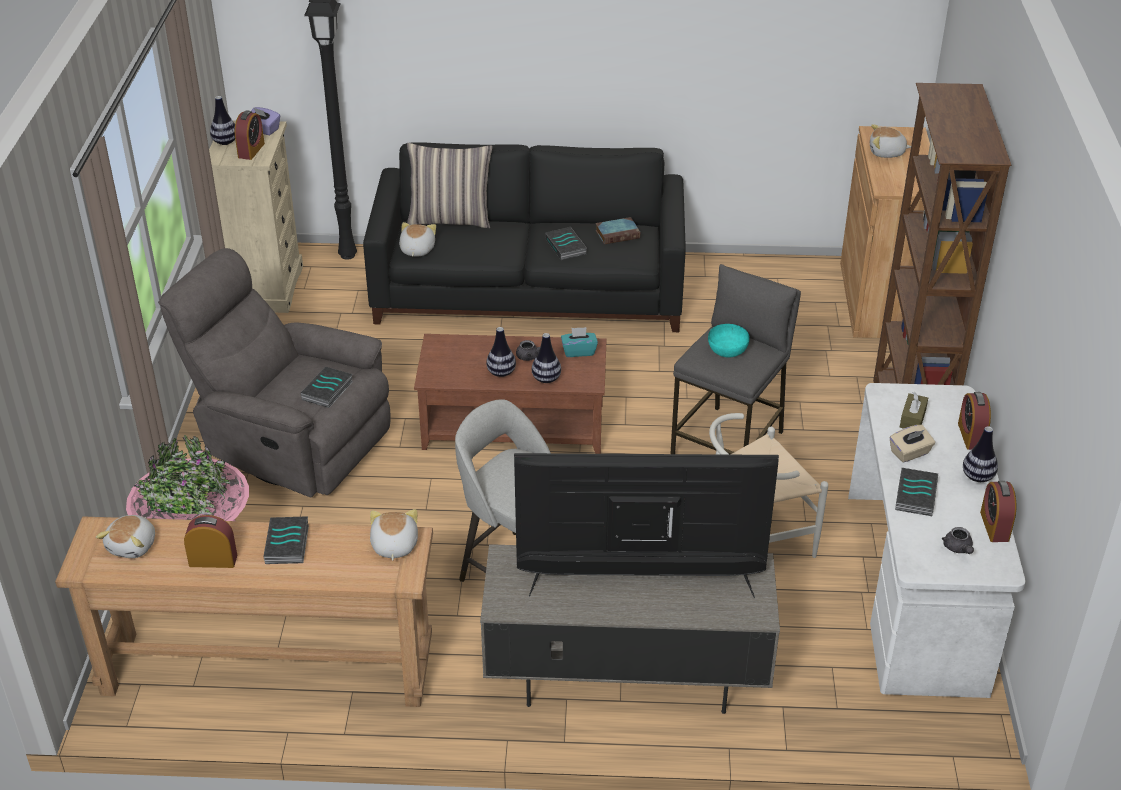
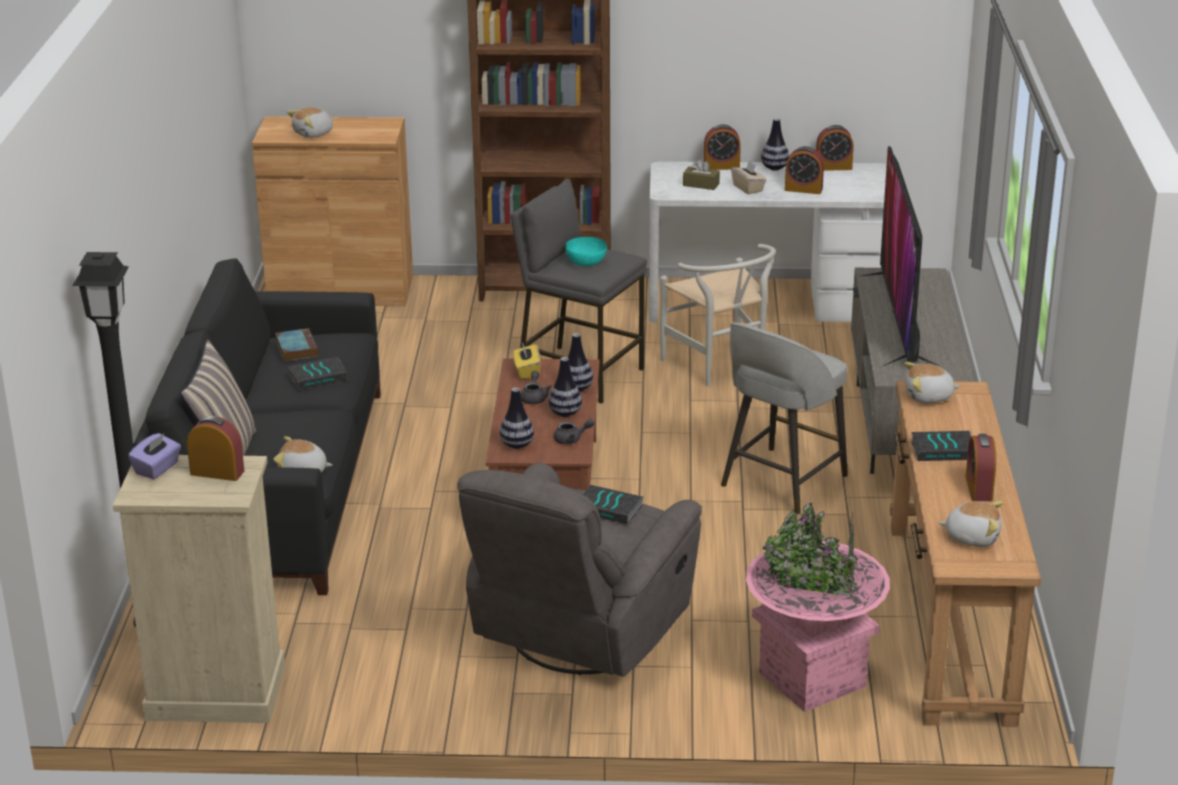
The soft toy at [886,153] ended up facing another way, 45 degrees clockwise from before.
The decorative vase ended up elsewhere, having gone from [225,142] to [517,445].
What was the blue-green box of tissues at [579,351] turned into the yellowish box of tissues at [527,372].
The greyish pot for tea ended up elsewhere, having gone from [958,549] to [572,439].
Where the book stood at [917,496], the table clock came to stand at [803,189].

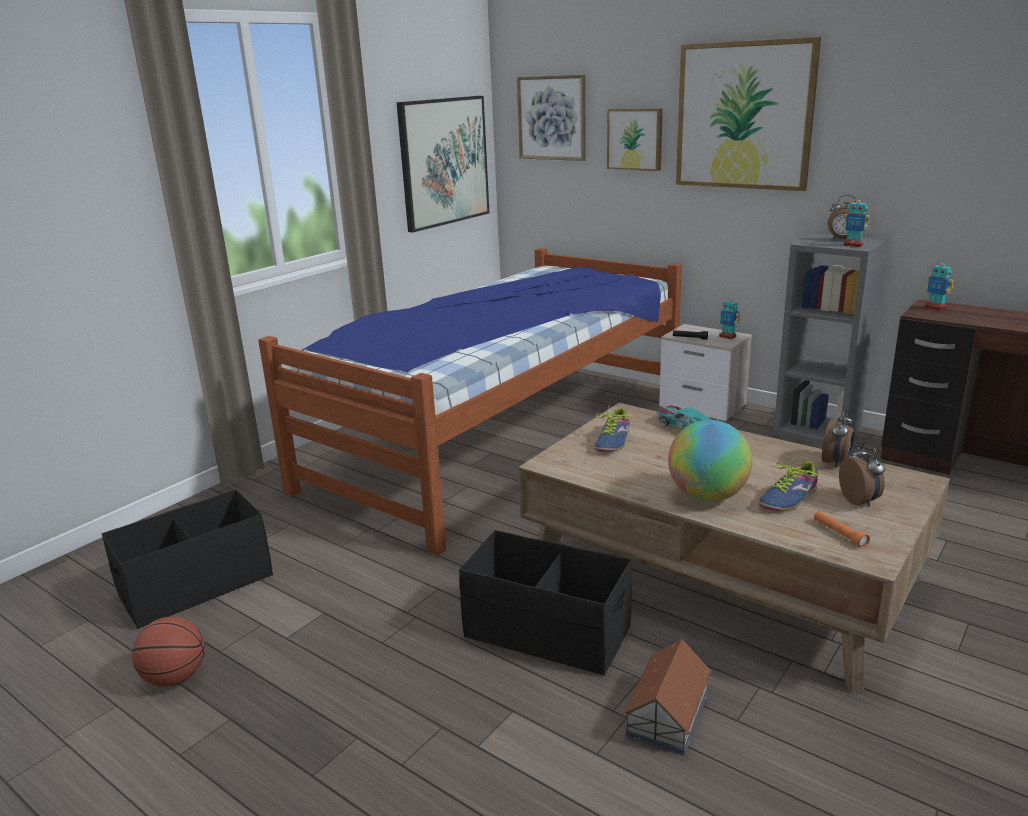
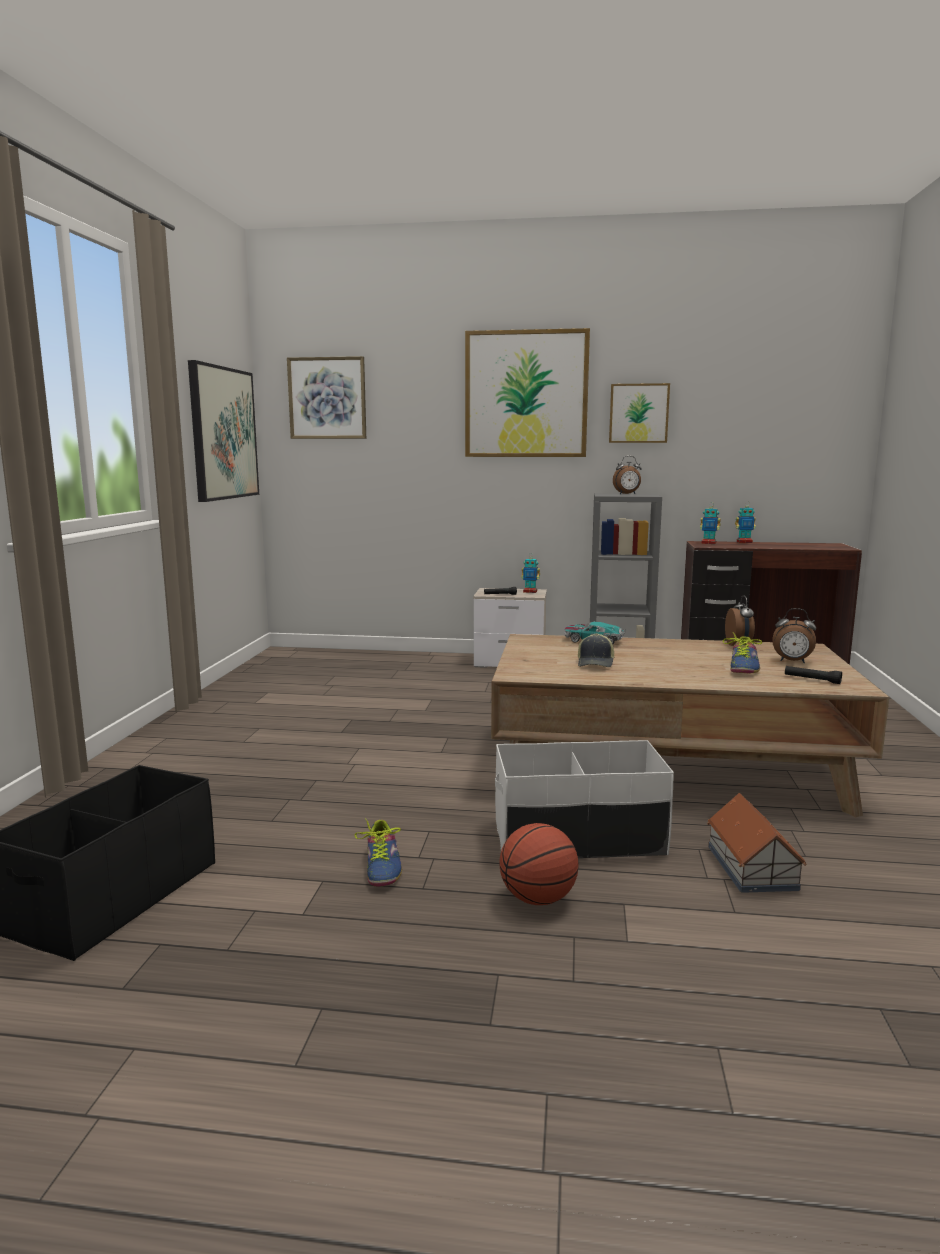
The item of footwear ended up elsewhere, having gone from [613,441] to [383,866].
What was the black storage container at [547,632] turned into the whitish storage container at [578,838].
The basketball ball ended up elsewhere, having gone from [175,678] to [538,899].
The second view gained the peaked cap at [596,663].
The picture ended up elsewhere, having gone from [635,139] to [638,413].
The model robot ended up elsewhere, having gone from [853,245] to [744,542].
The table clock at [860,501] ended up facing another way, 150 degrees clockwise from before.
What was the orangey hand torch at [839,534] turned into the black hand torch at [812,680].
The second view lost the bedroom bed at [500,436].
The second view lost the desk globe at [707,496].

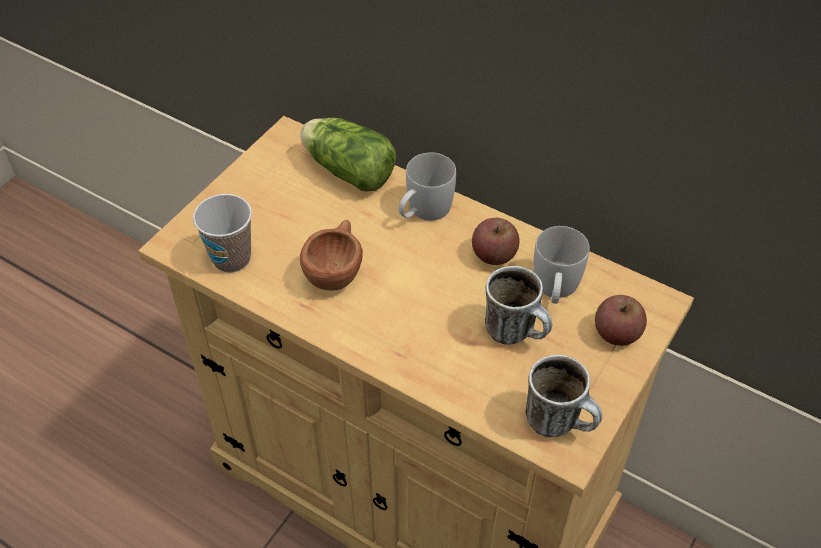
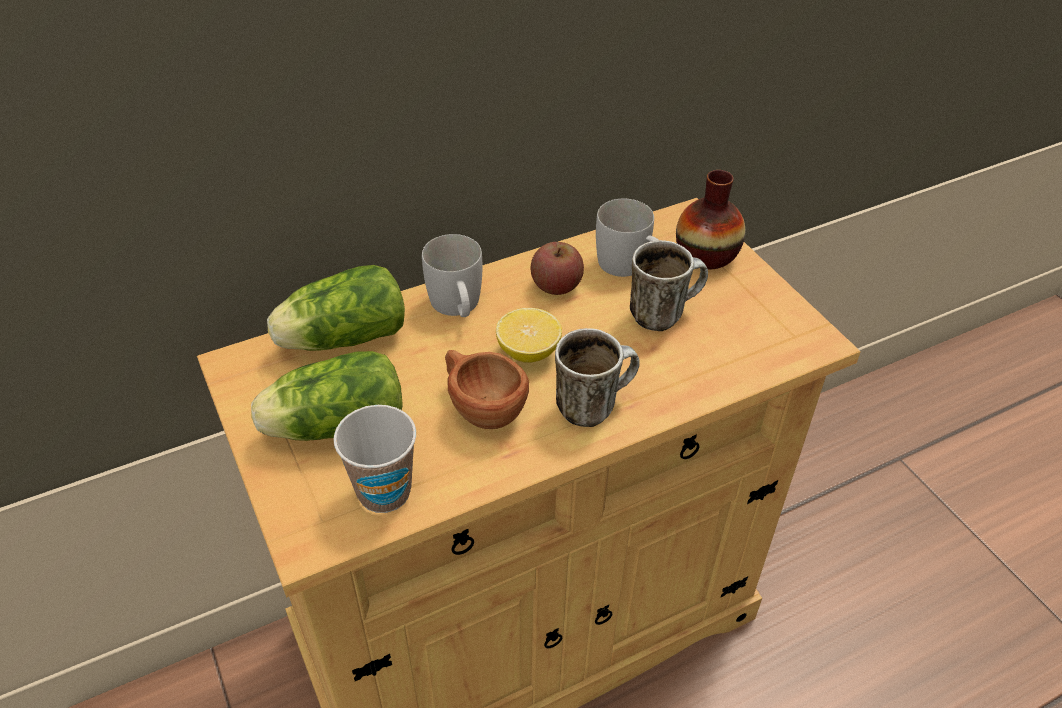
The second view gained the head of lettuce at [332,426].
The second view gained the lemon at [528,352].
The tea mug ended up elsewhere, having gone from [560,423] to [593,404].
Where the whole apple stood at [617,333], the decorative vase came to stand at [706,254].

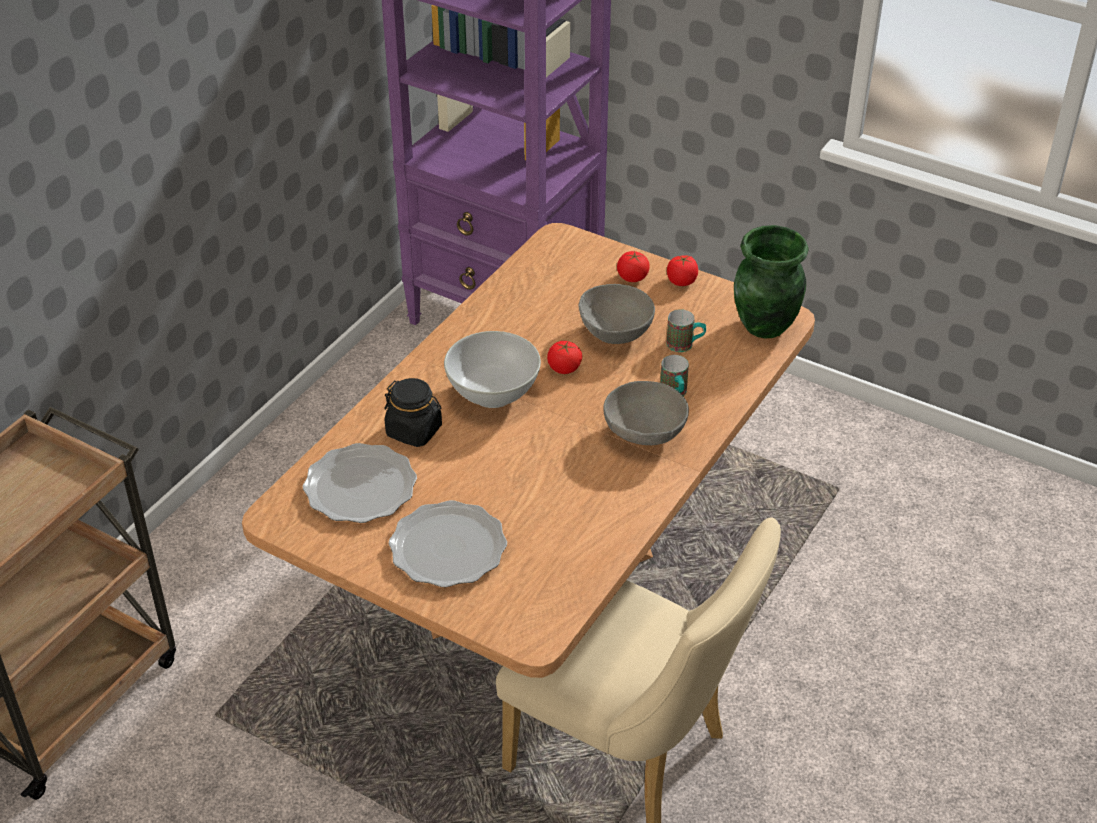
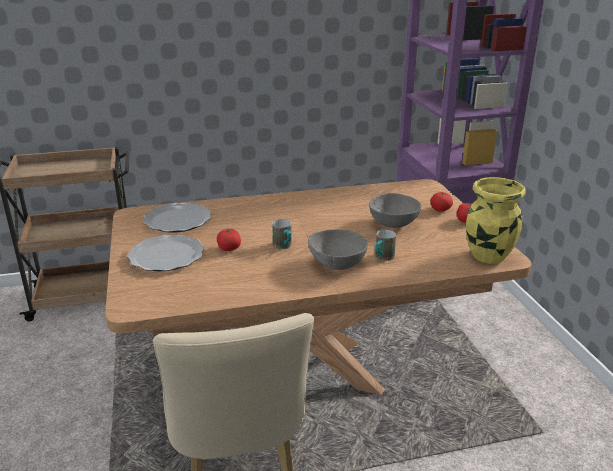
The whole tomato ended up elsewhere, having gone from [564,368] to [229,249].
The tea mug ended up elsewhere, having gone from [685,345] to [284,247].
What was the greenish decorative vase at [765,326] turned into the yellowish decorative vase at [488,256].
The second view lost the black storage jar at [414,431].
The second view lost the whitish bowl at [492,394].

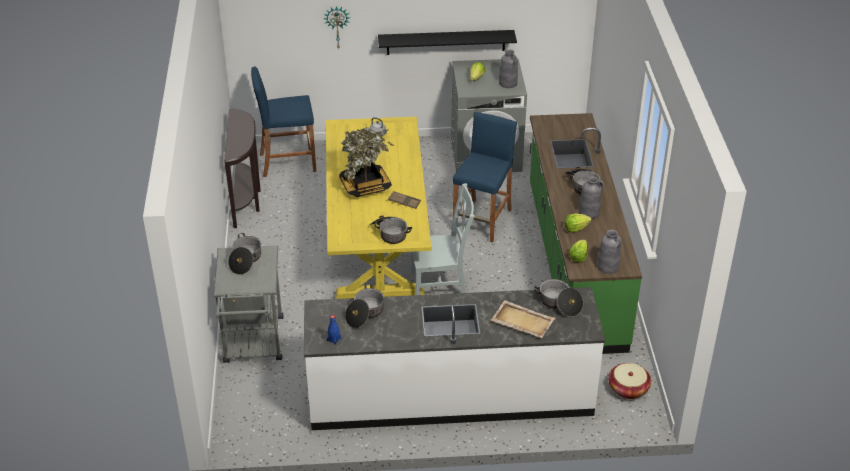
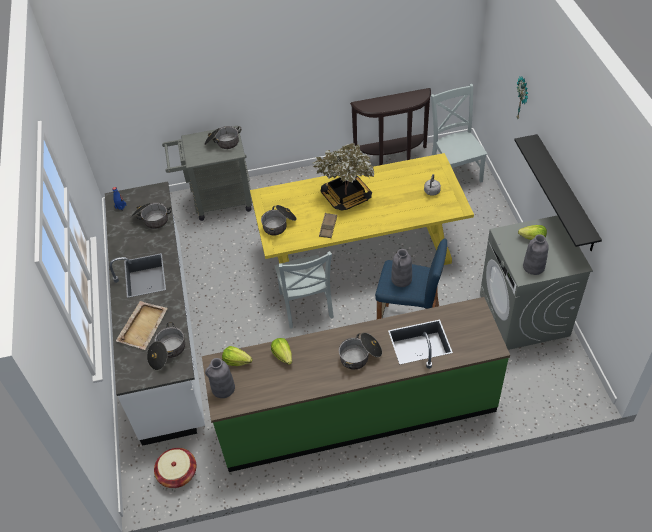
The greyish decorative vase ended up elsewhere, having gone from [589,212] to [401,279].
Where the bluish sitting stool stood at [288,162], the greyish plain chair came to stand at [455,172].

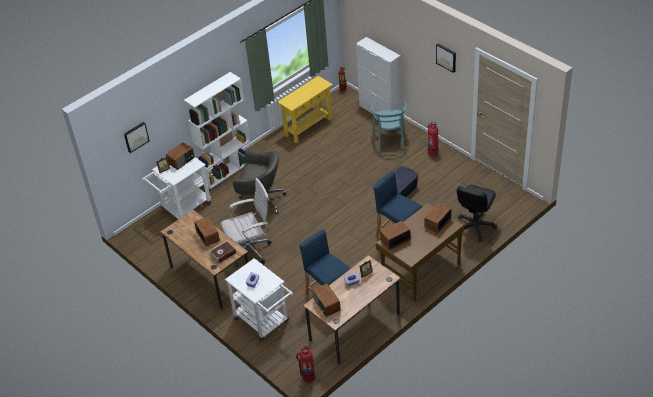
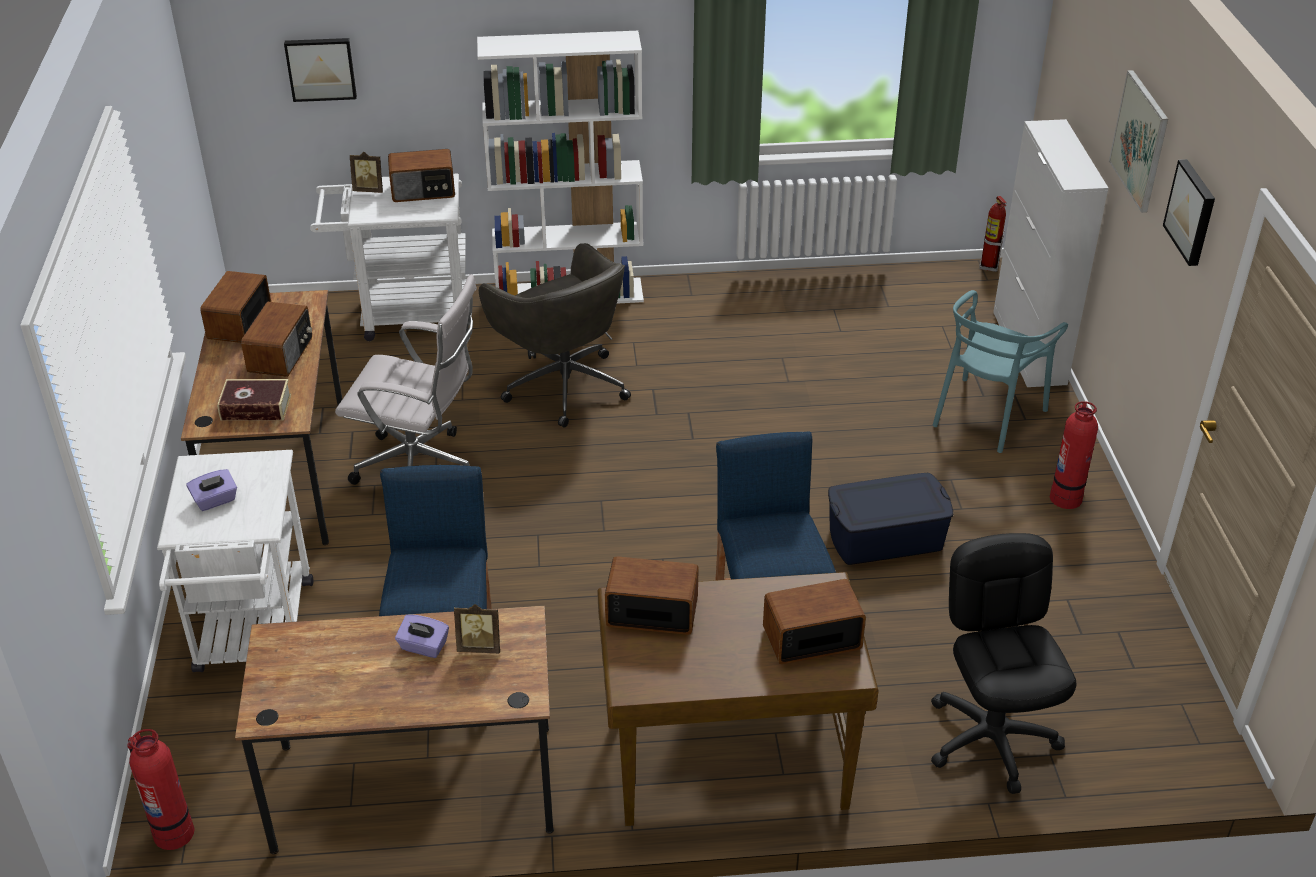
The radio set ended up elsewhere, having gone from [326,305] to [238,322].
The black computer chair at [474,227] ended up facing another way, 105 degrees clockwise from before.
The second view gained the picture at [1140,140].
The second view lost the yellowish narrow table at [308,127].

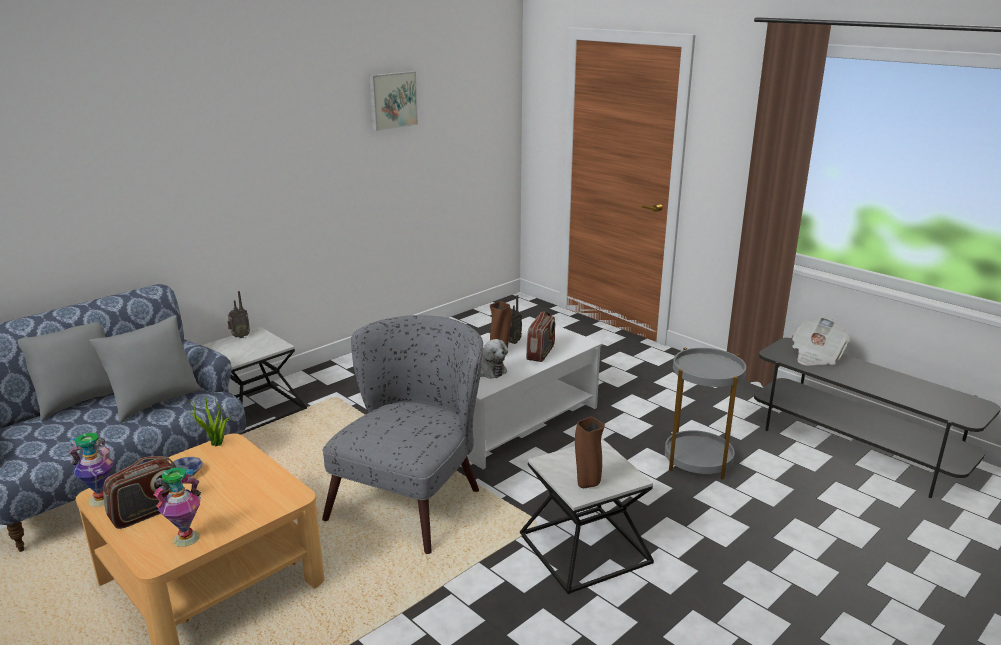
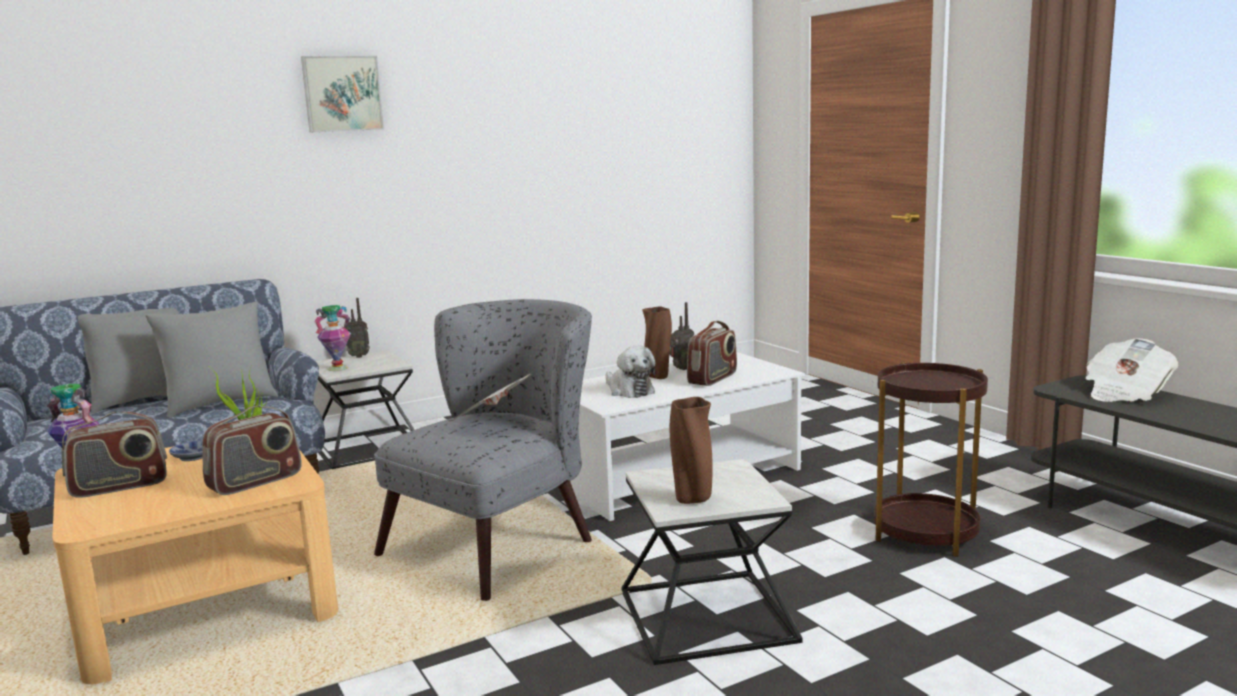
The second view gained the radio set at [255,482].
The picture ended up elsewhere, having gone from [392,100] to [342,94].
The decorative vase ended up elsewhere, having gone from [186,538] to [338,368].
The second view gained the printed paper at [491,421].
What was the greyish accent table at [698,461] turned into the brown-coloured accent table at [925,533].

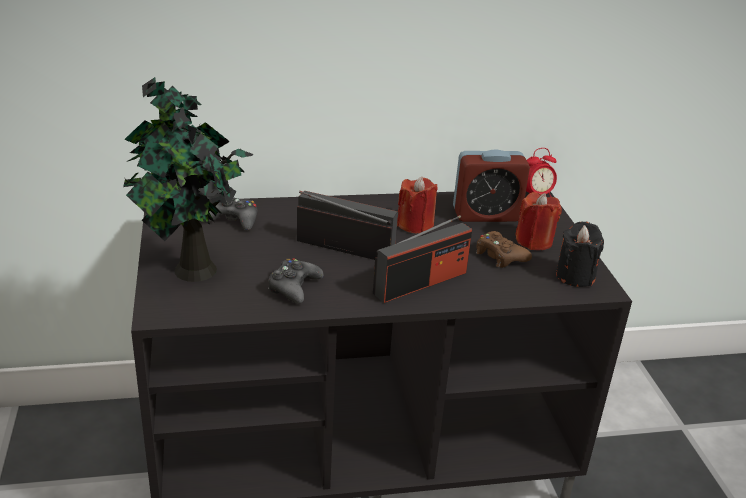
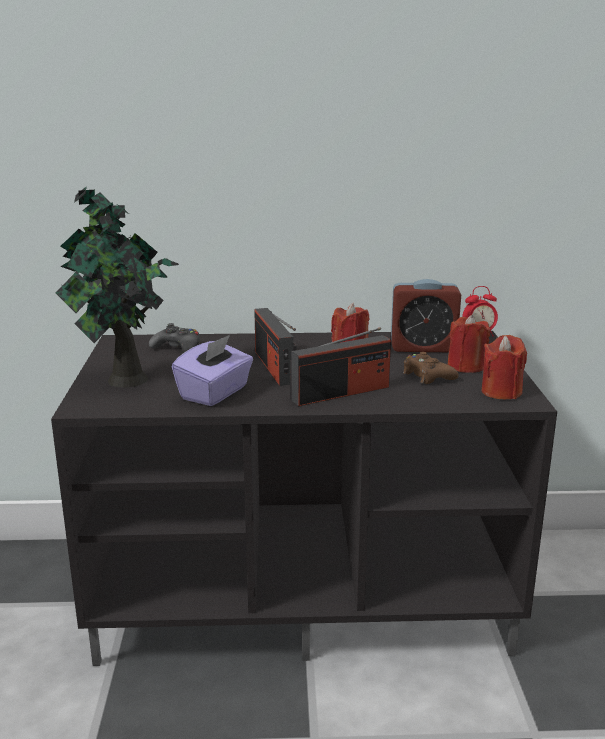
Where the black game controller stood at [294,287], the purple box of tissues came to stand at [215,393].
The radio set at [344,247] ended up facing another way, 135 degrees counterclockwise from before.
What was the black wax candle at [575,276] turned into the reddish wax candle at [501,392].

